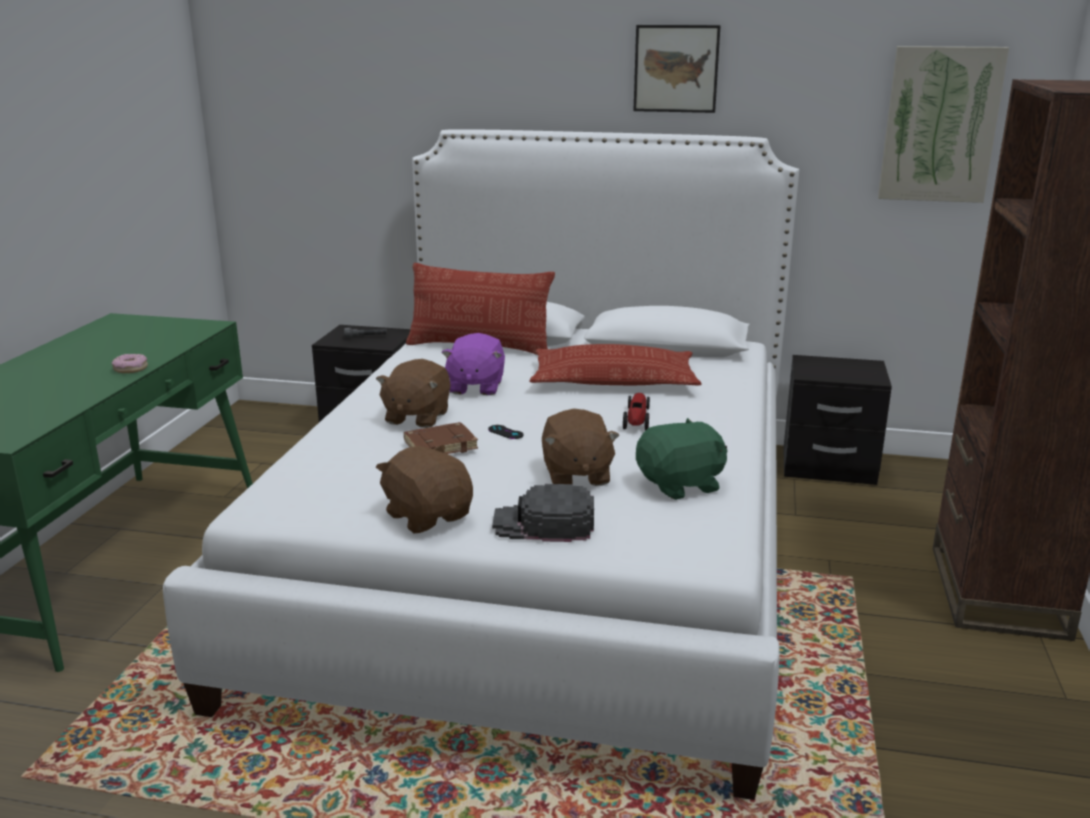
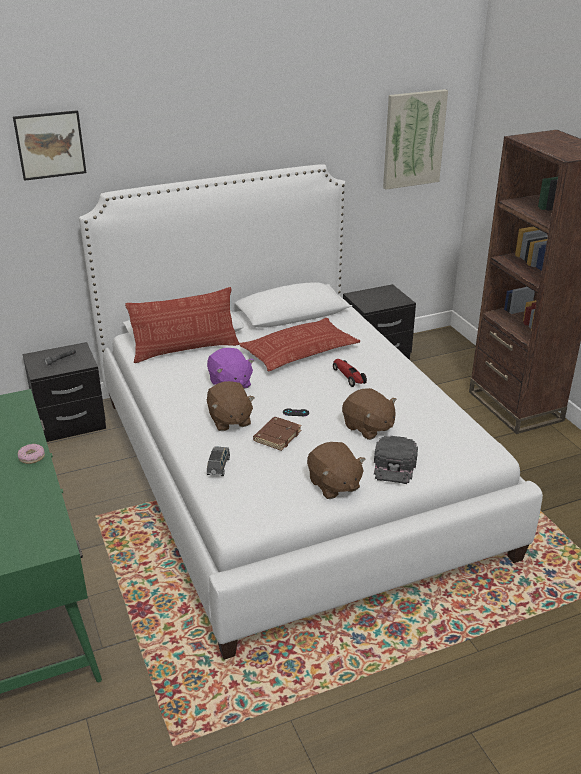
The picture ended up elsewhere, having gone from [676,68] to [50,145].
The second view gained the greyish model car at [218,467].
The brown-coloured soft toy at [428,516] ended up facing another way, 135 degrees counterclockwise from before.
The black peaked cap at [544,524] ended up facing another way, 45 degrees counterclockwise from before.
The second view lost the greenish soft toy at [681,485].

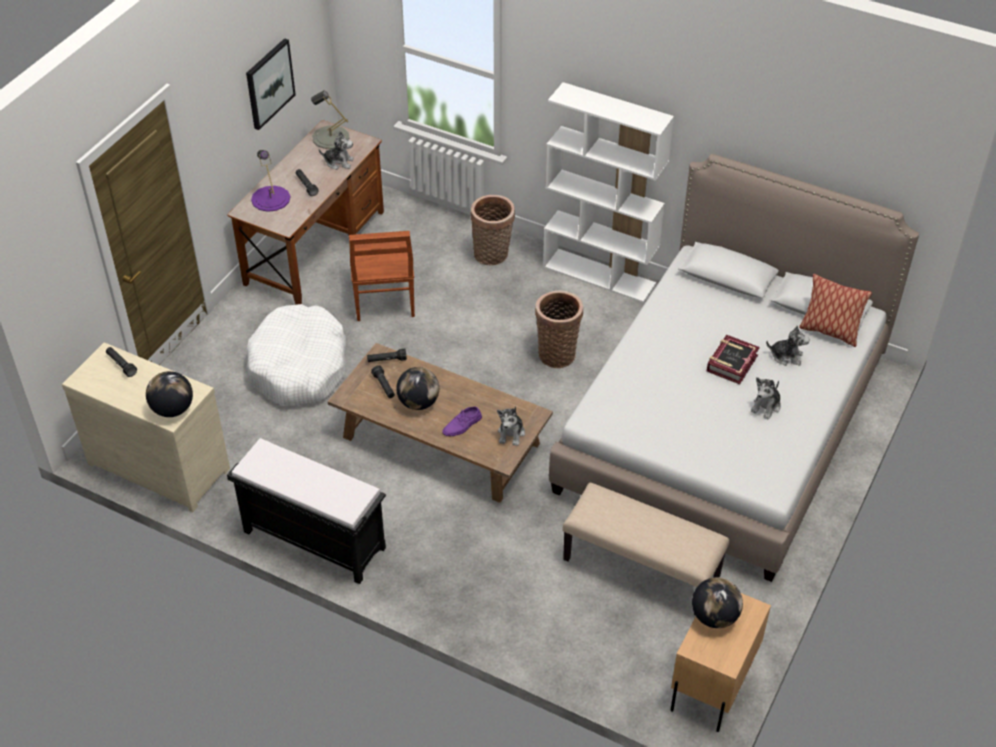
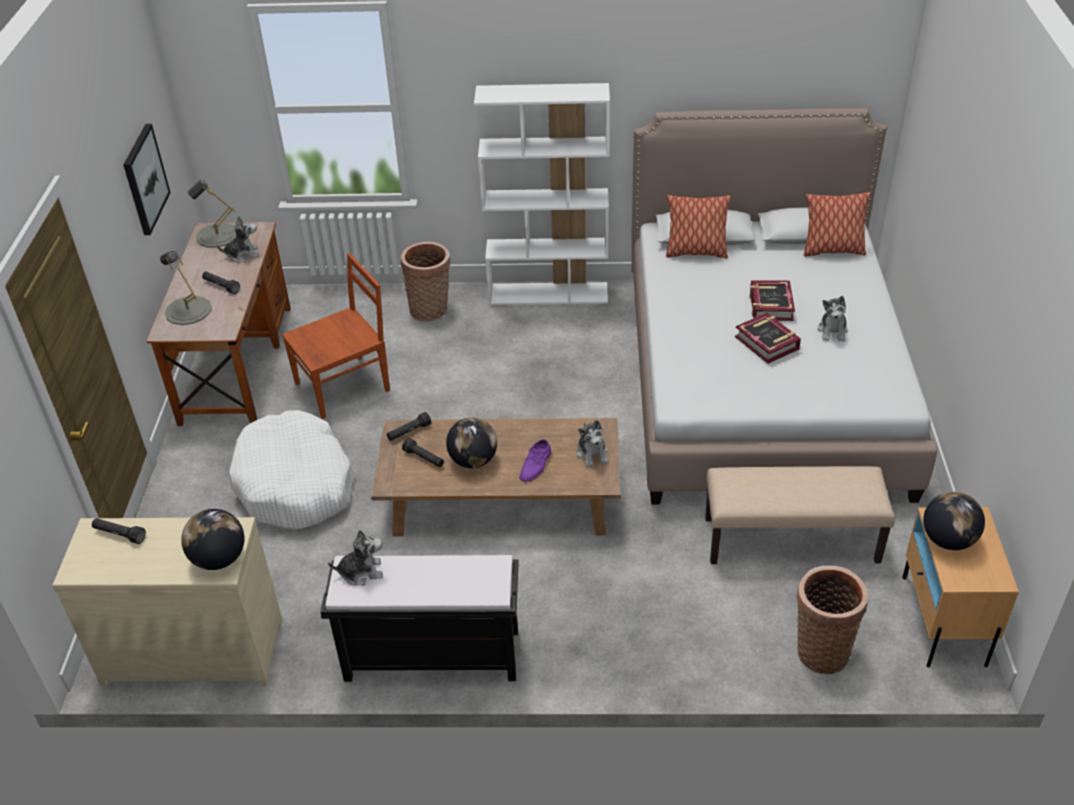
What was the purple table lamp at [270,198] turned into the greyish table lamp at [188,310].
The brown-coloured plain chair at [384,298] ended up facing another way, 90 degrees counterclockwise from before.
The soft toy ended up elsewhere, having gone from [786,356] to [361,572].
The second view gained the cushion at [695,252].
The second view gained the book at [767,343].
The storage basket ended up elsewhere, having gone from [557,353] to [820,650].

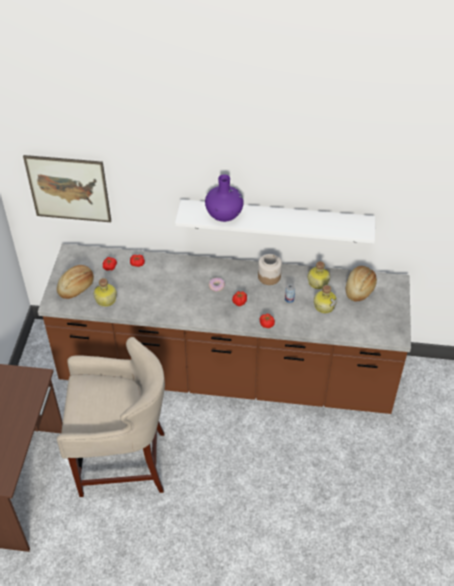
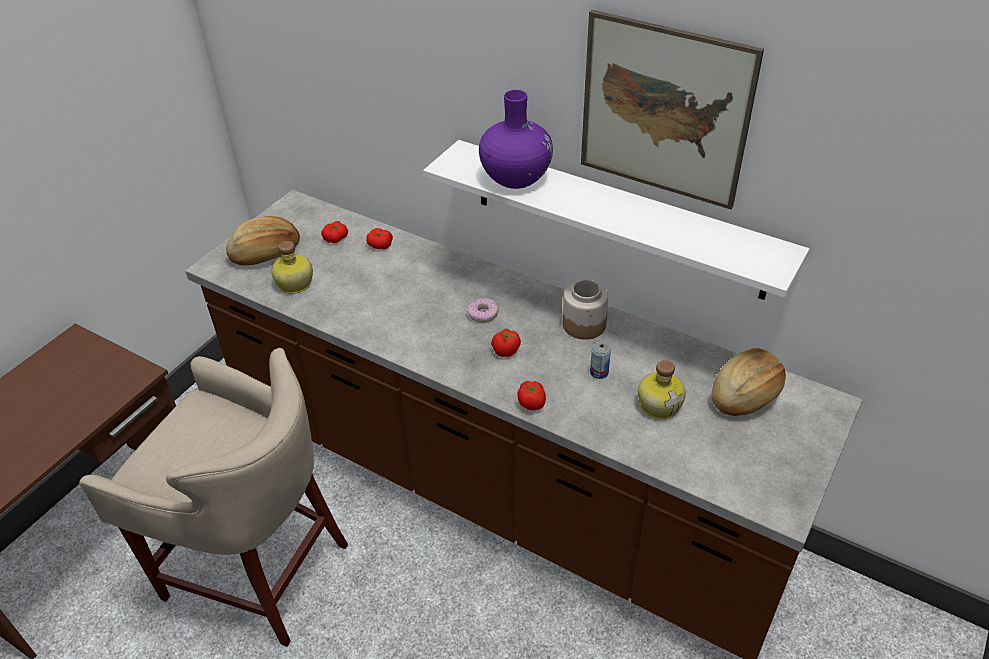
The picture ended up elsewhere, having gone from [68,188] to [664,111].
The second view lost the drink bottle at [317,282].

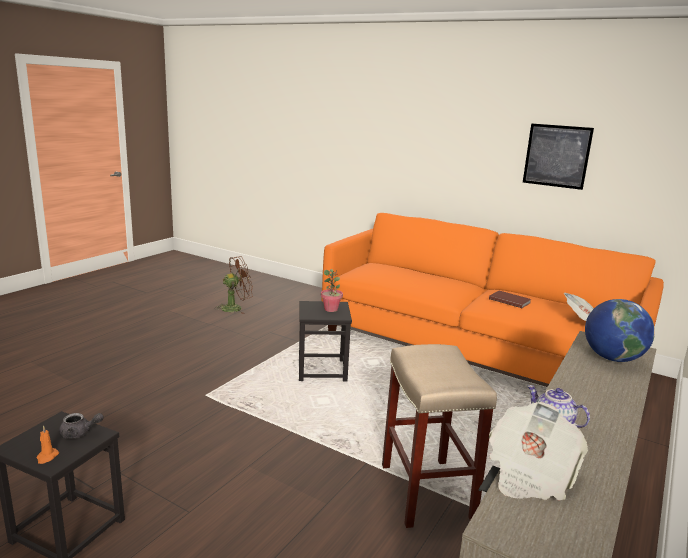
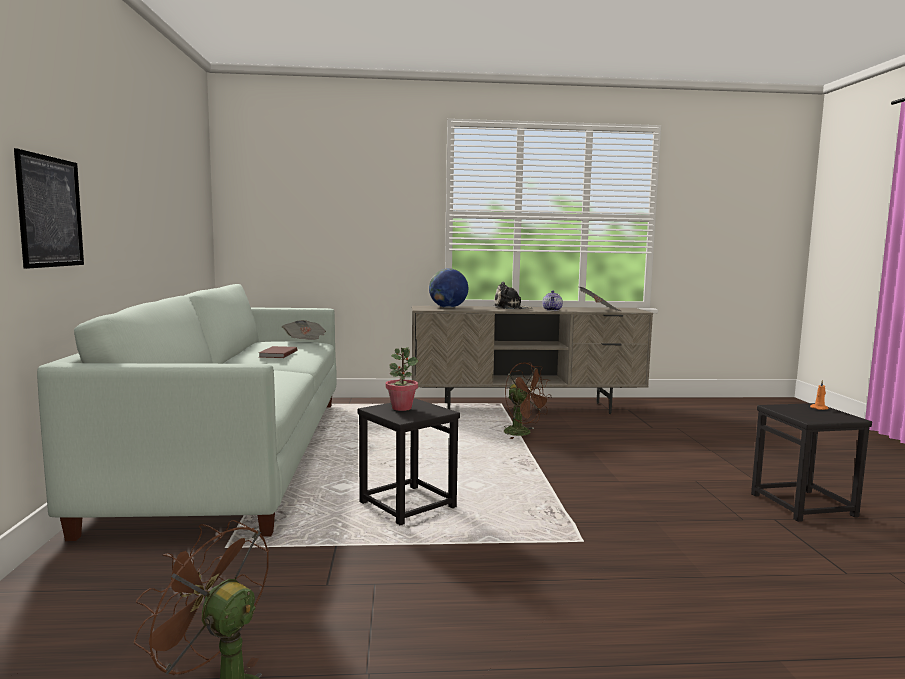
The picture ended up elsewhere, having gone from [556,156] to [50,212].
What was the orangey sofa at [473,351] turned into the whitish sofa at [237,454].
The second view gained the soft toy at [510,308].
Where the sand-coloured sitting stool stood at [427,492], the brown-coloured fan came to stand at [523,433].
The second view lost the greyish pot for tea at [79,433].

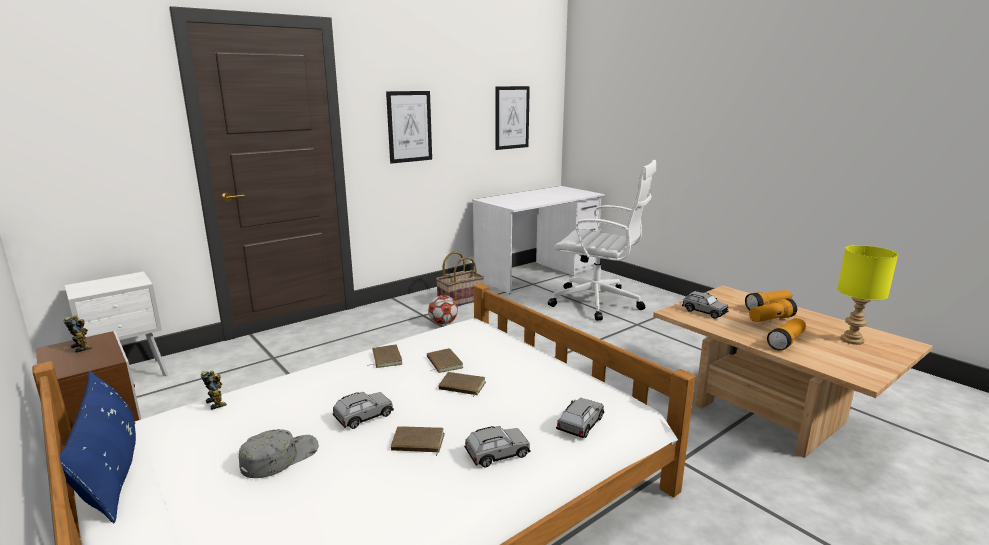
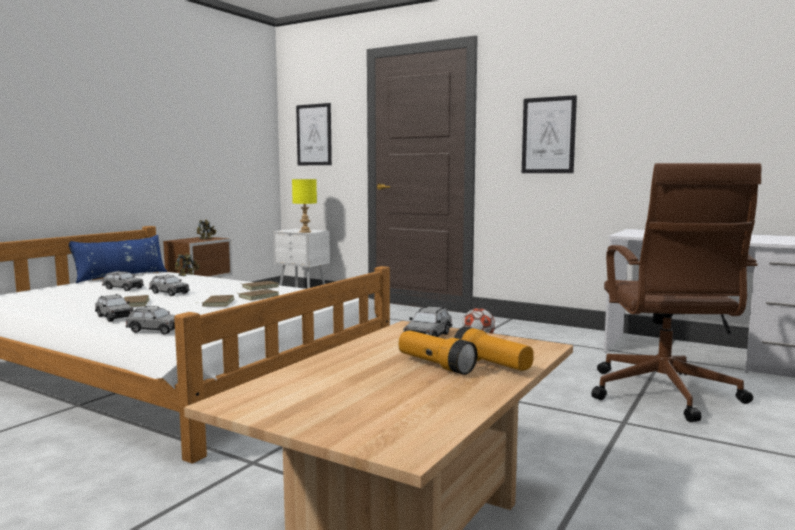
Where the greyish peaked cap stood at [279,457], the greyish model car came to stand at [123,288].
The yellowish table lamp ended up elsewhere, having gone from [850,340] to [305,232].
The picture ended up elsewhere, having gone from [512,117] to [314,135].
What was the whitish computer chair at [598,303] turned into the brown-coloured computer chair at [663,395].
The second view lost the storage basket at [460,300].
The second view lost the hand torch at [786,342].

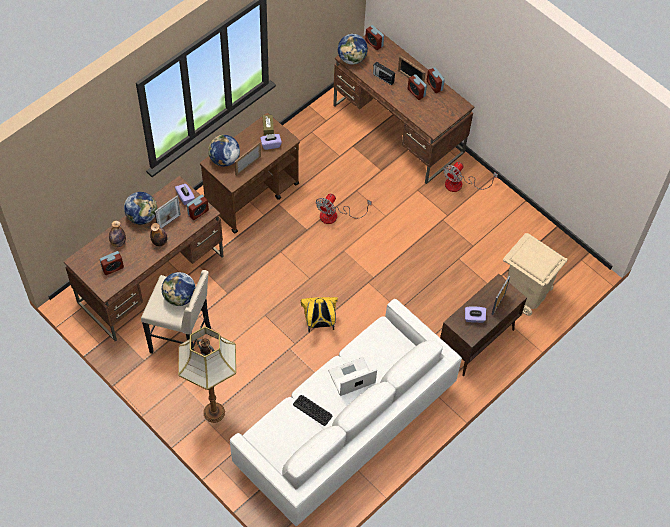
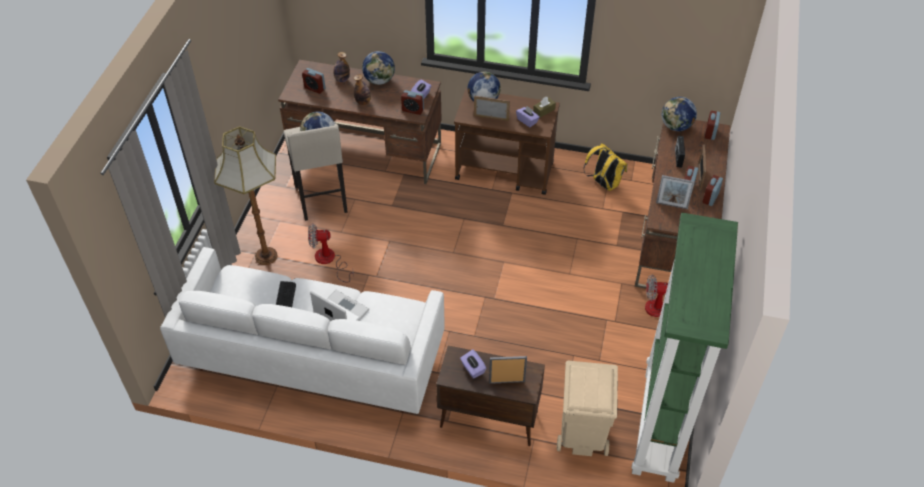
The fan ended up elsewhere, having gone from [335,215] to [329,261].
The yellowish rucksack ended up elsewhere, having gone from [319,323] to [603,183].
The second view gained the greenish bookcase at [660,425].
The picture frame ended up elsewhere, having gone from [169,222] to [671,205].

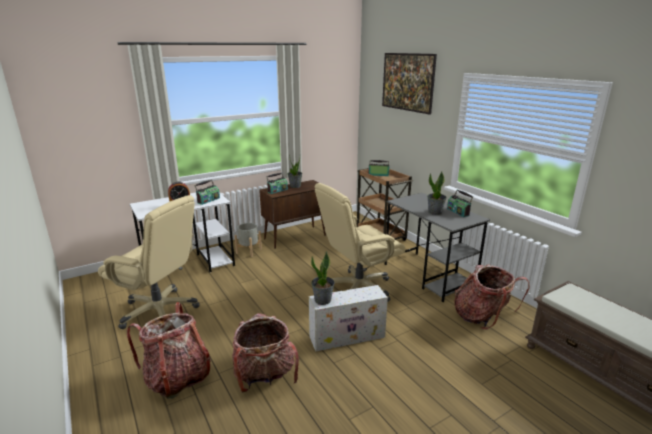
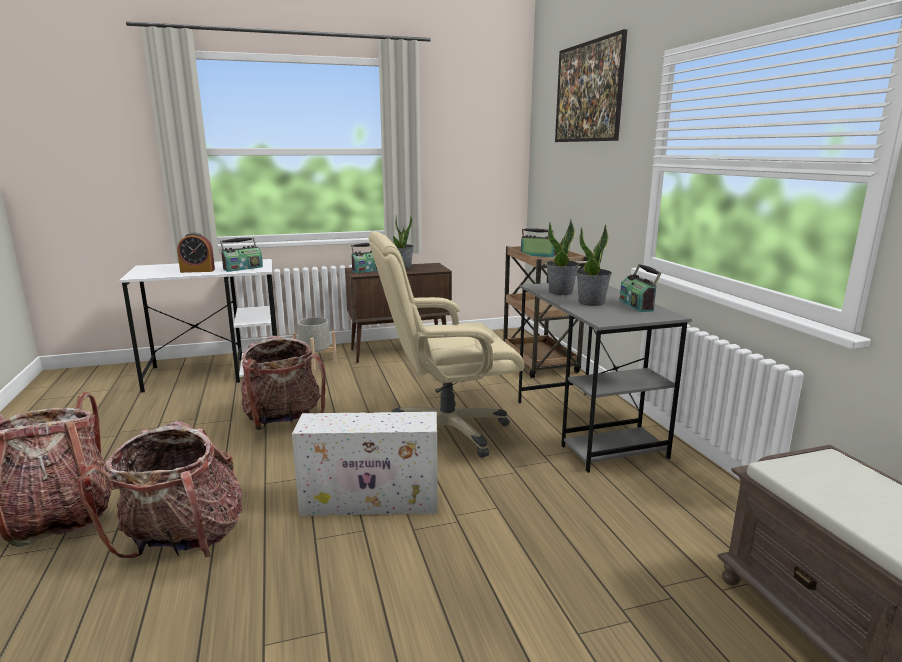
The rucksack ended up elsewhere, having gone from [482,317] to [283,418].
The houseplant ended up elsewhere, having gone from [323,300] to [561,292].
The second view lost the sand-coloured computer chair at [160,311].

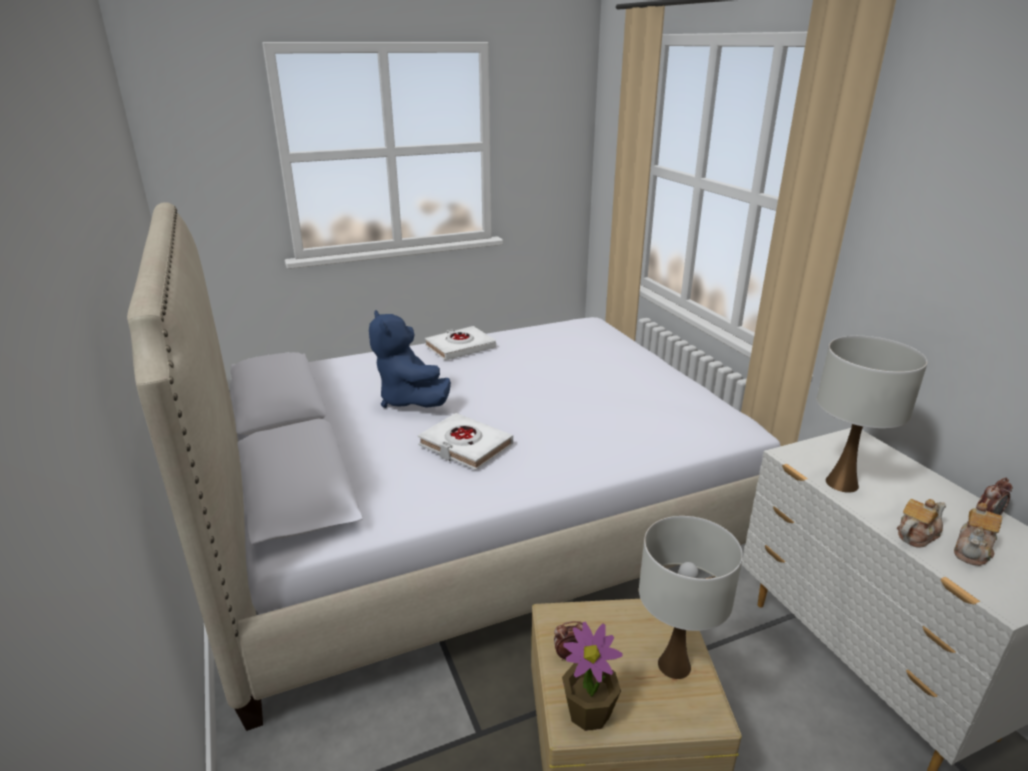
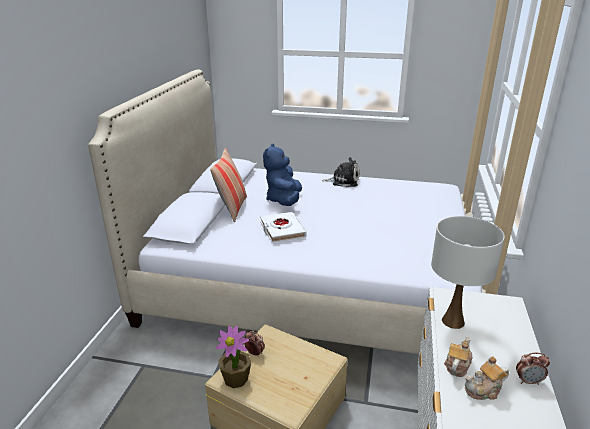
The second view gained the cushion at [232,208].
Where the whitish book stood at [460,347], the soft toy came to stand at [343,181].
The pot for tea at [916,535] ended up facing another way, 60 degrees counterclockwise from before.
The second view lost the whitish table lamp at [673,665].

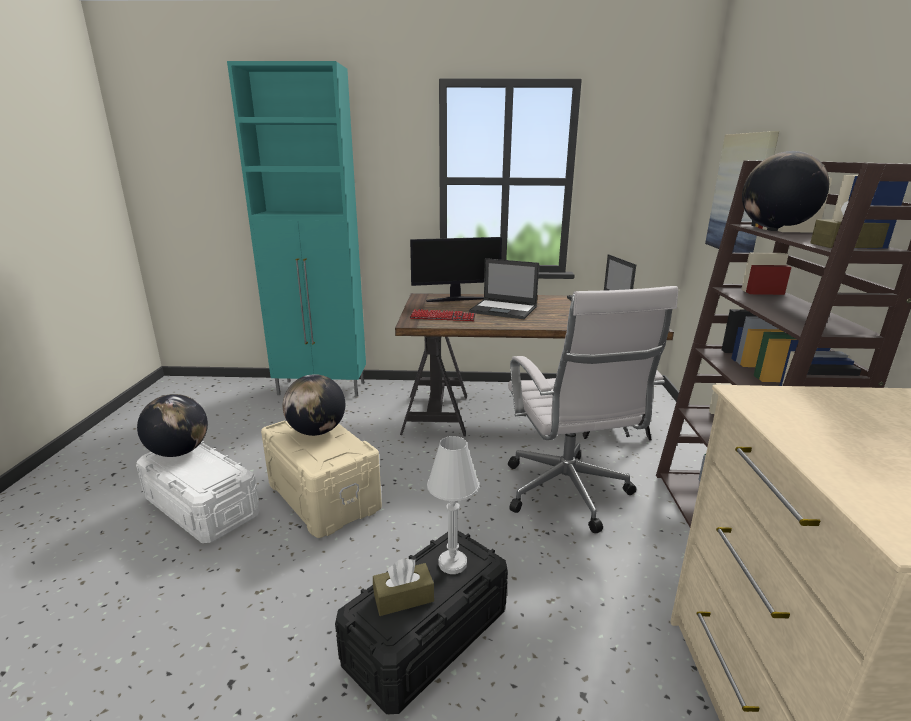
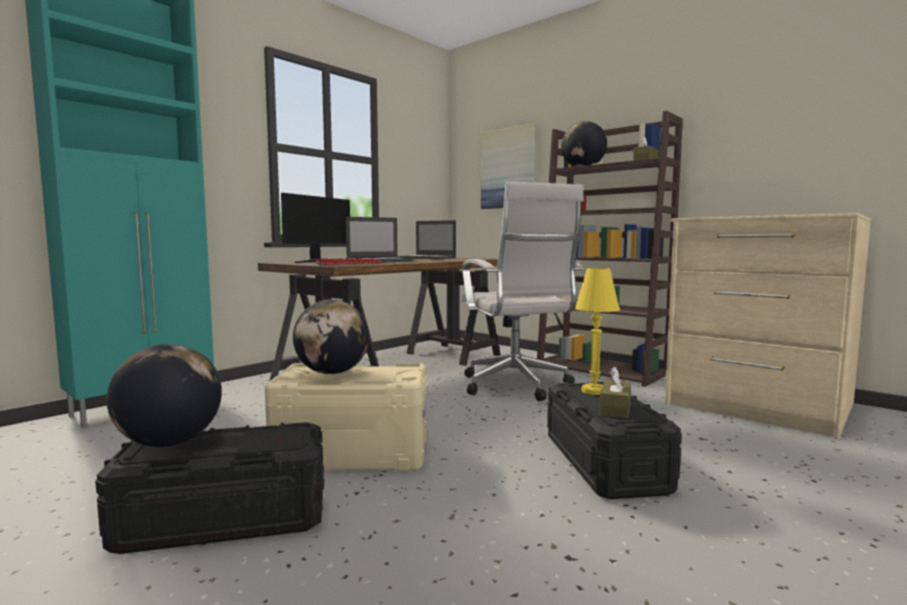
What was the whitish storage container at [202,507] turned into the black storage container at [225,519].
The whitish computer chair at [568,494] ended up facing another way, 45 degrees clockwise from before.
What was the whitish table lamp at [452,563] turned into the yellowish table lamp at [594,391].

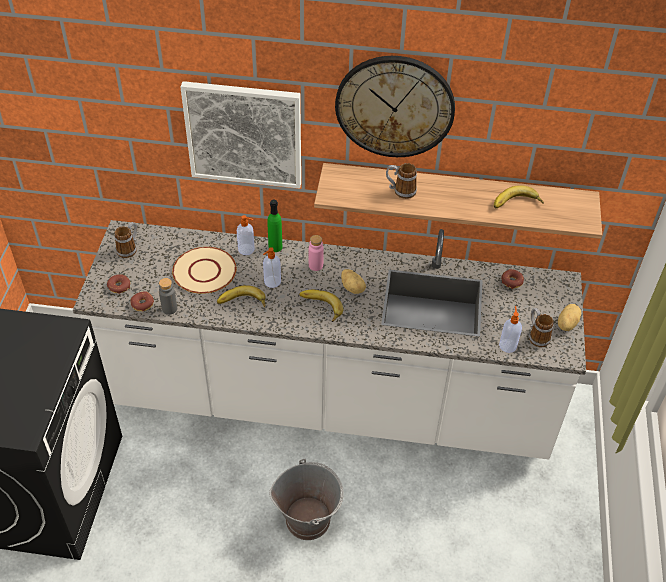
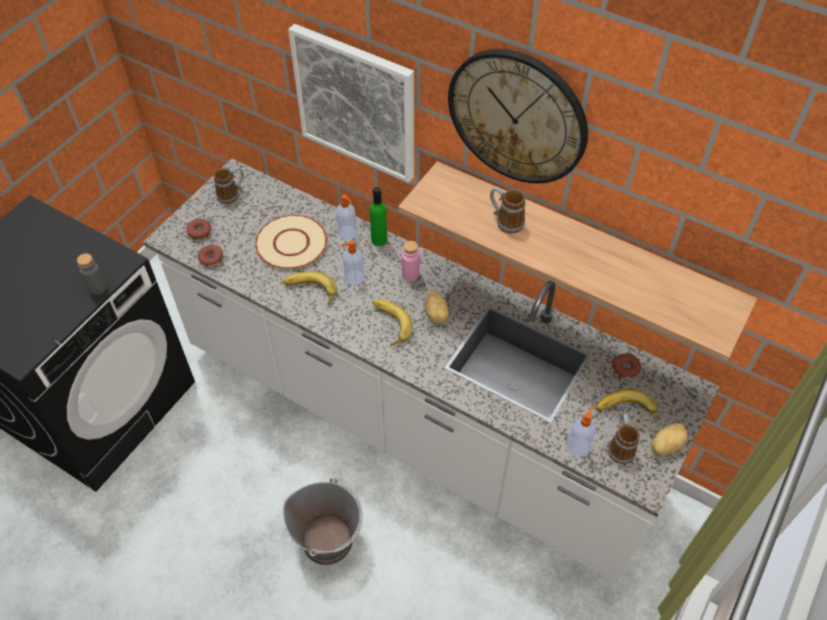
The greyish drink bottle ended up elsewhere, having gone from [169,308] to [98,288].
The banana ended up elsewhere, having gone from [517,204] to [626,412].

